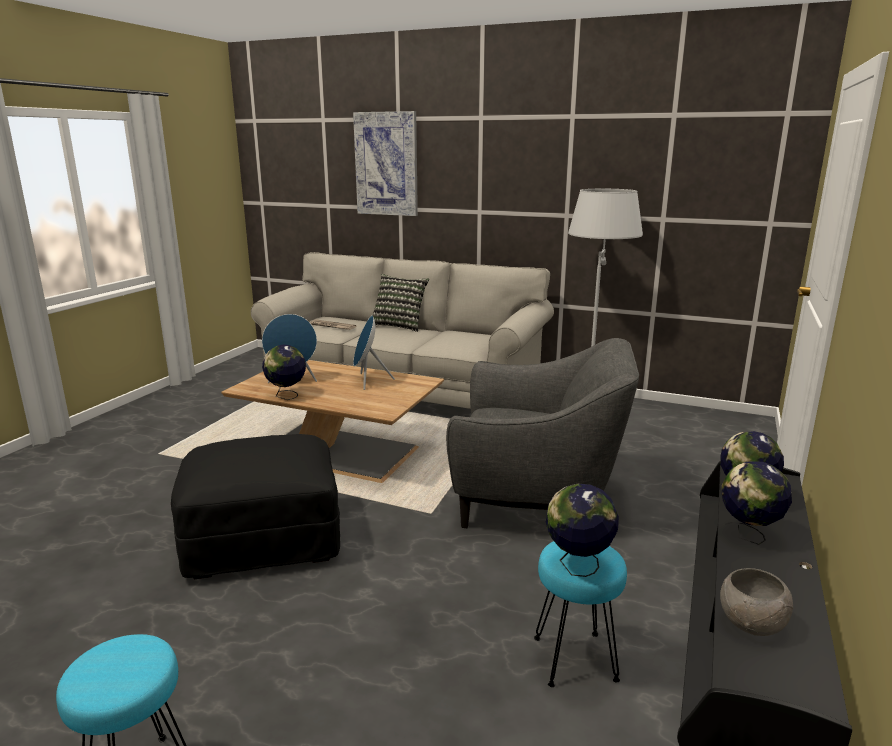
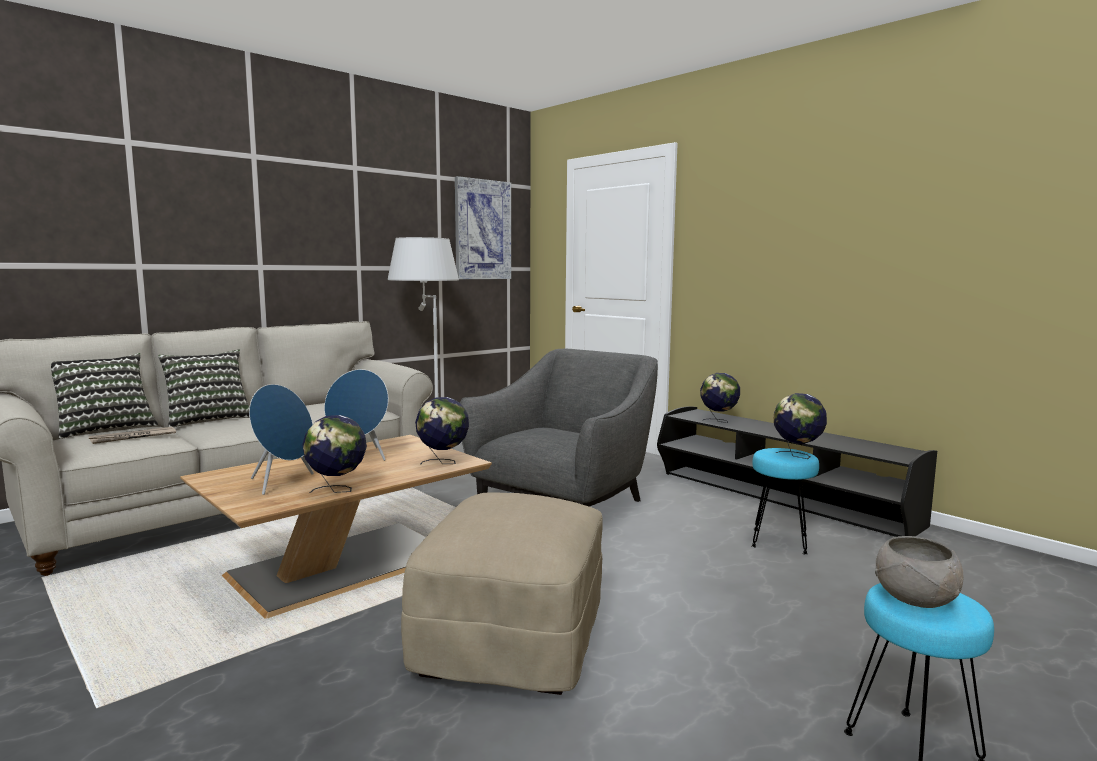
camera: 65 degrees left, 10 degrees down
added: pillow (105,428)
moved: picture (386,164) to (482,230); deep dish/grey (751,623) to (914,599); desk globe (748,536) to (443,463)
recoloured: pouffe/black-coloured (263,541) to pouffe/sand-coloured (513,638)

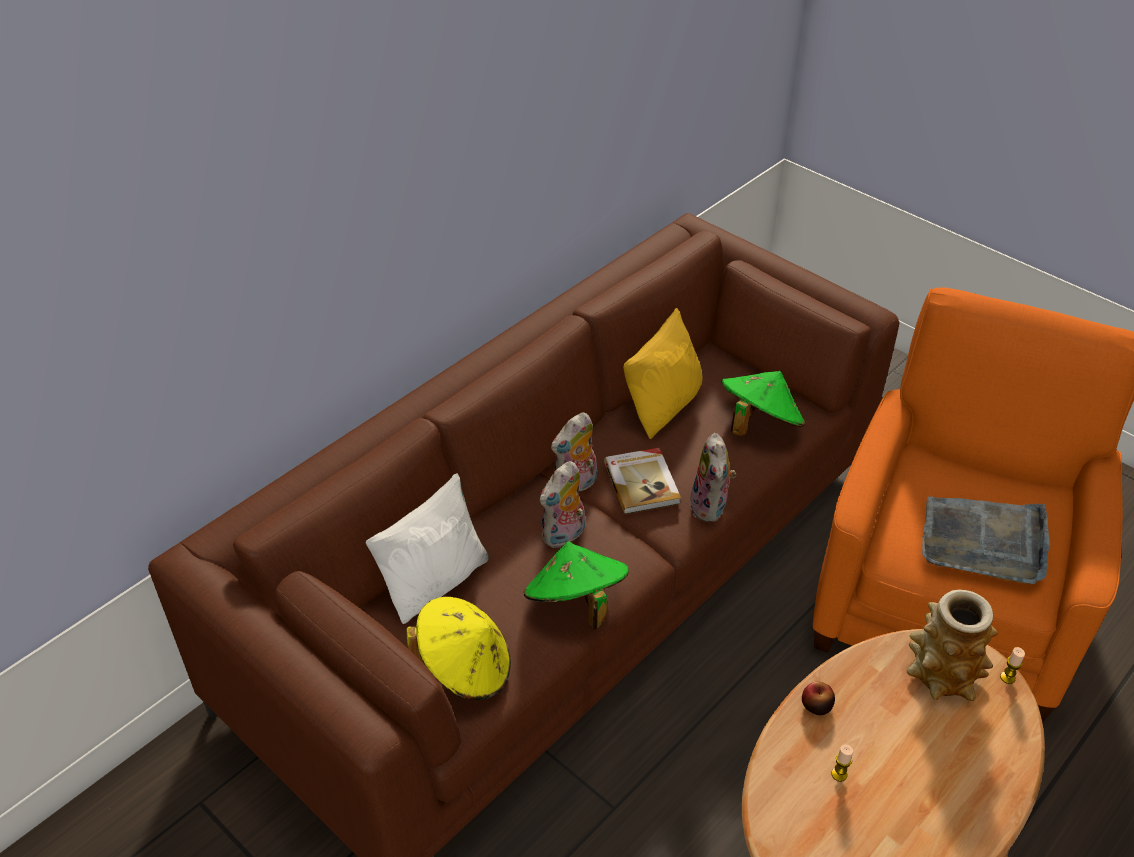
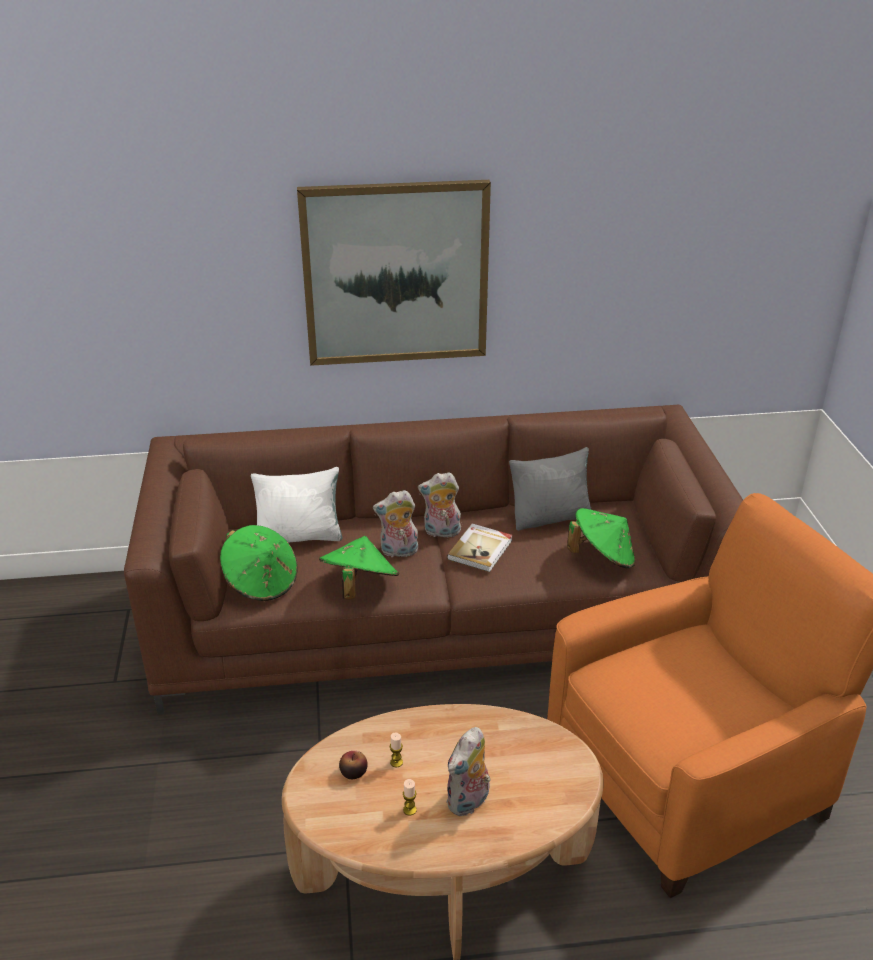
camera: 40 degrees right, 10 degrees down
removed: vase (942,673); tray/grey (983,541)
added: picture (396,274)
moved: plush toy (711,507) to (469,802); apple (816,705) to (353,772); wax candle (1007,677) to (409,810)
recoloured: clothing hat/yellowish (465,668) to clothing hat/green (261,582); pillow/yellowish (663,406) to pillow/grey (550,518)

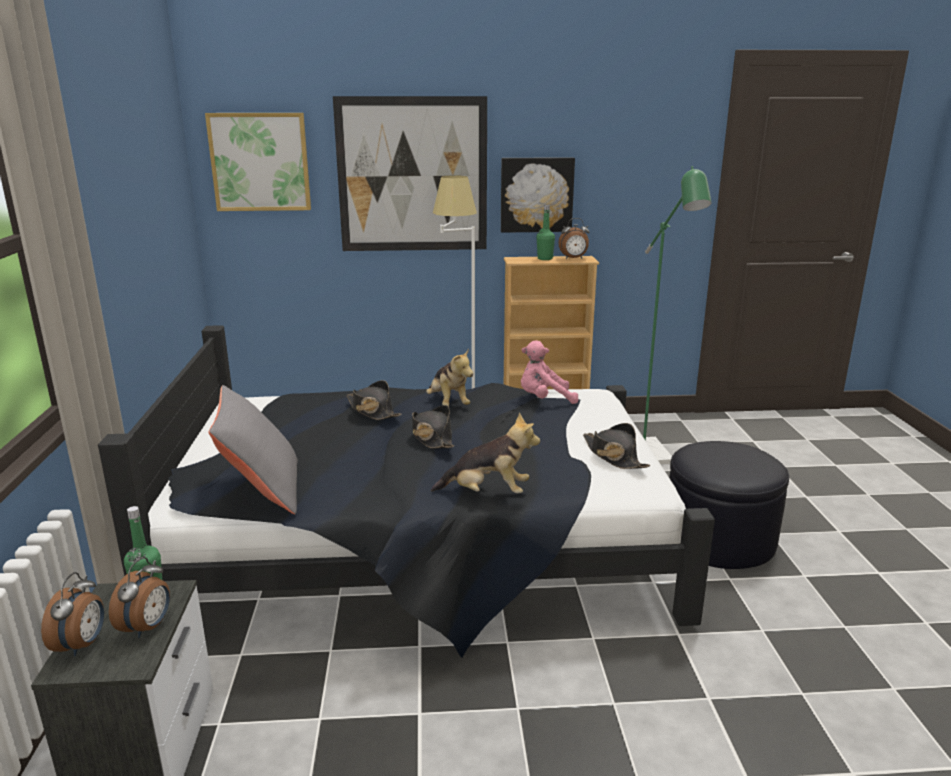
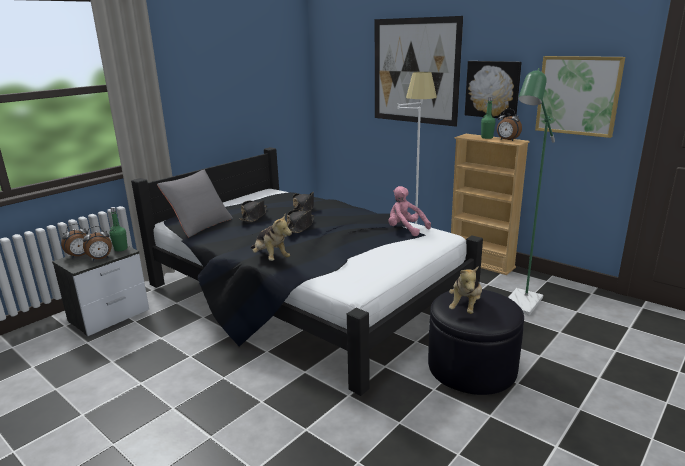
camera: 45 degrees right, 0 degrees up
moved: picture (260,162) to (578,95); plush toy (448,403) to (465,306); clothing hat/black-coloured (613,456) to (254,216)

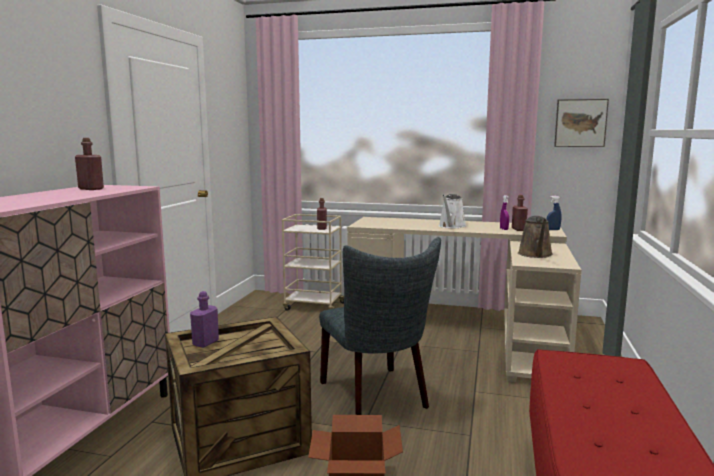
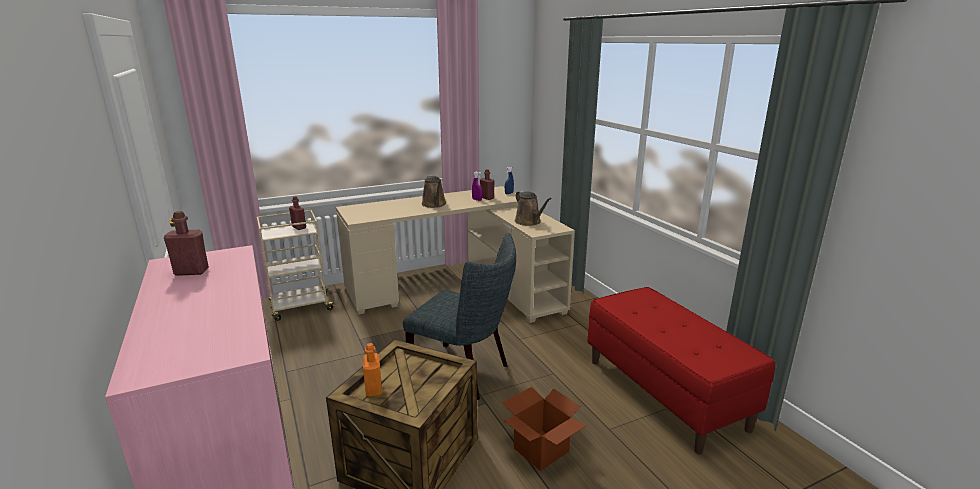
camera: 40 degrees left, 10 degrees up
removed: picture (580,123)
recoloured: drink bottle/purplish (205,343) to drink bottle/orange (373,389); watering can/whitish (451,226) to watering can/brownish (434,204)

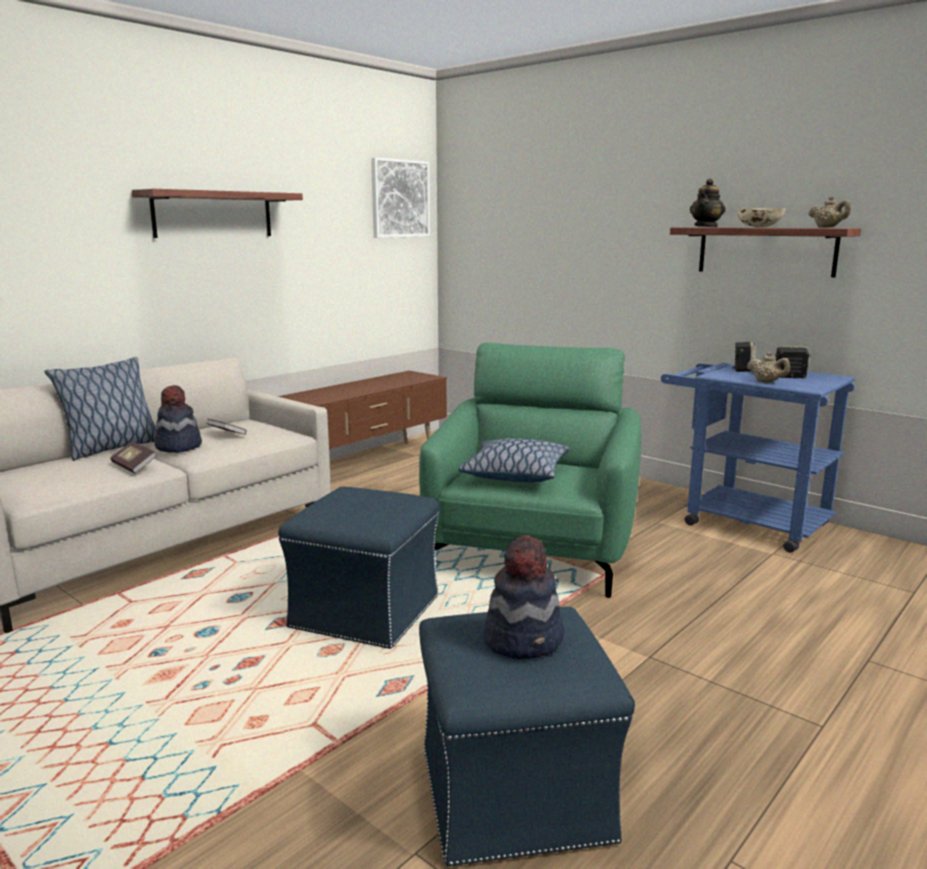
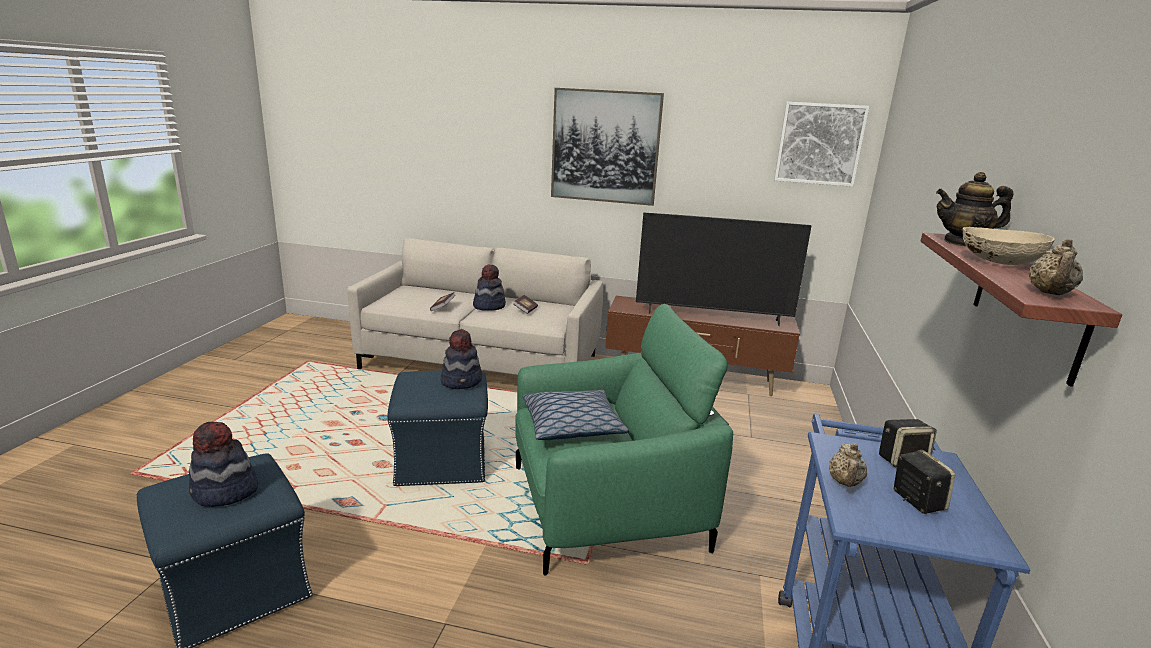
camera: 60 degrees right, 5 degrees up
removed: pillow (111,449)
added: clothing hat (462,381); TV set (712,316)
replaced: shelf (213,214) to picture (605,147)

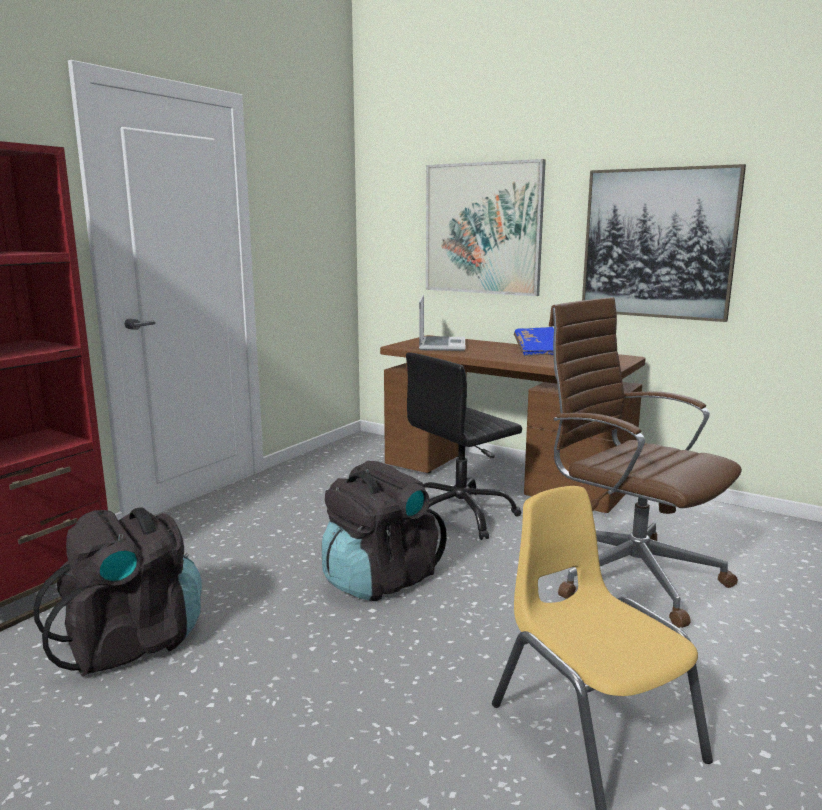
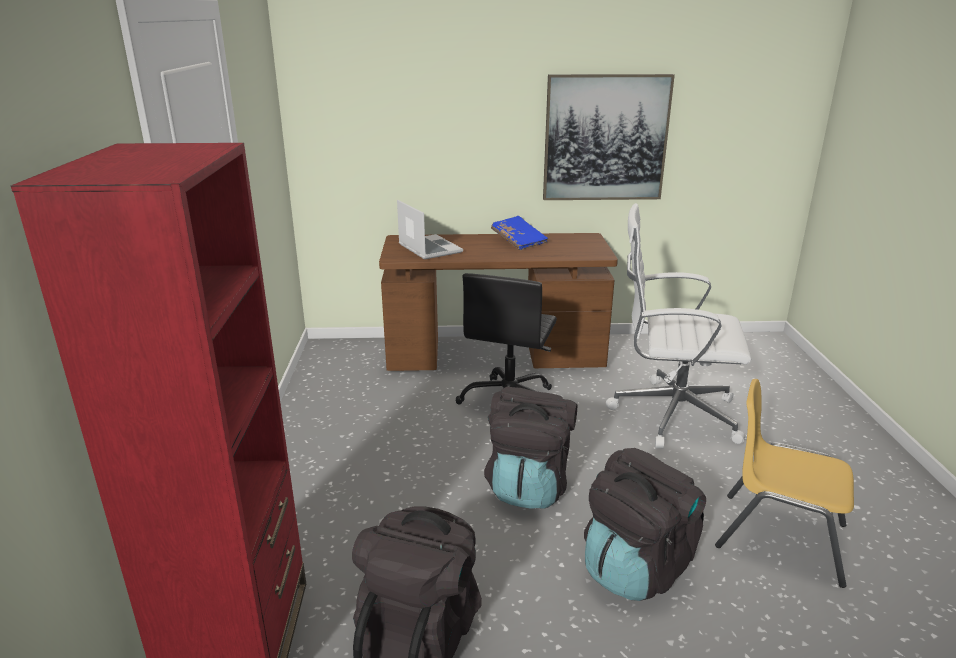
camera: 35 degrees left, 10 degrees up
removed: picture (483,229)
added: backpack/black-coloured (636,567)
recoloured: desk chair/brownish (629,574) to desk chair/whitish (671,414)

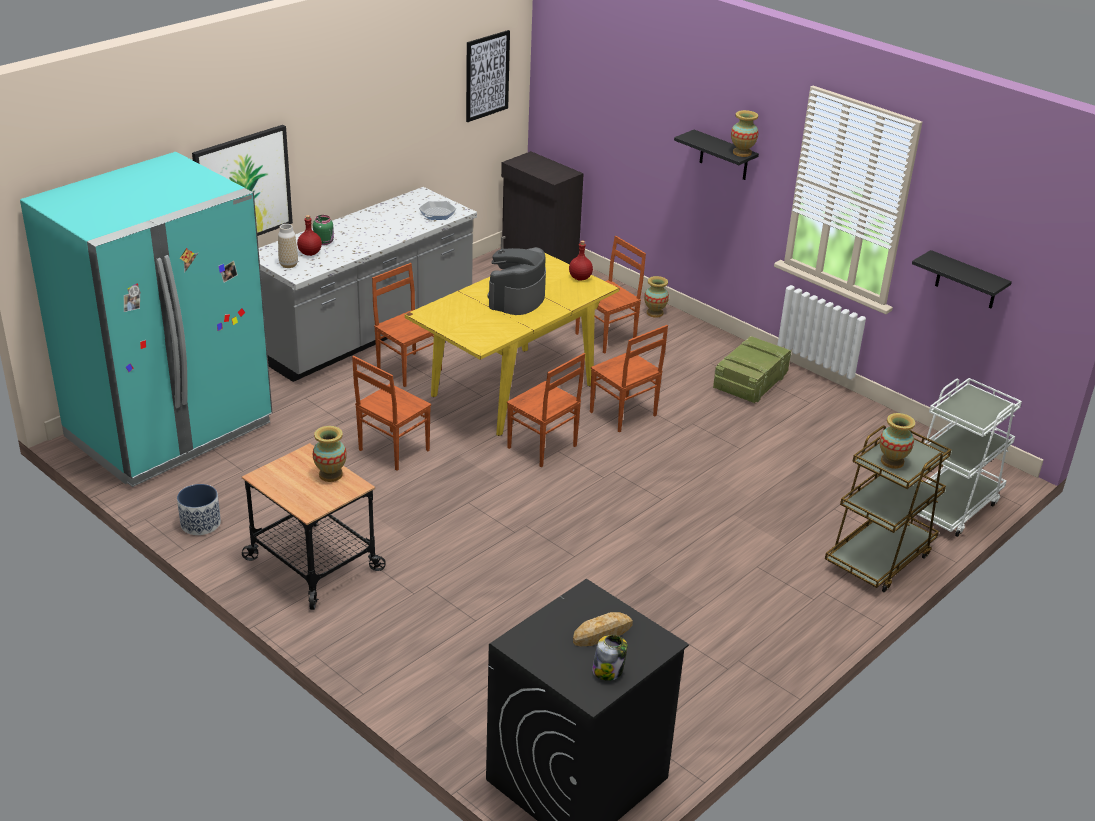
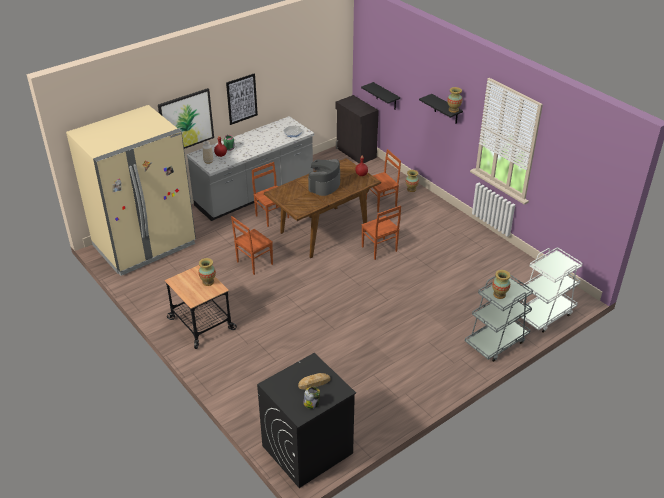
camera: 10 degrees right, 5 degrees up
removed: flower pot (200,523); plain chair/brownish (542,448); packing crate (750,383)
moved: picture (487,76) to (241,99); shelf/black-coloured (966,281) to (386,96)
recoloured: kitchen fridge/turquoise (170,431) to kitchen fridge/sand-coloured (145,245); dinner table/yellowish (511,390) to dinner table/brownish (323,232); trolley/brownish (879,558) to trolley/grey (496,342)

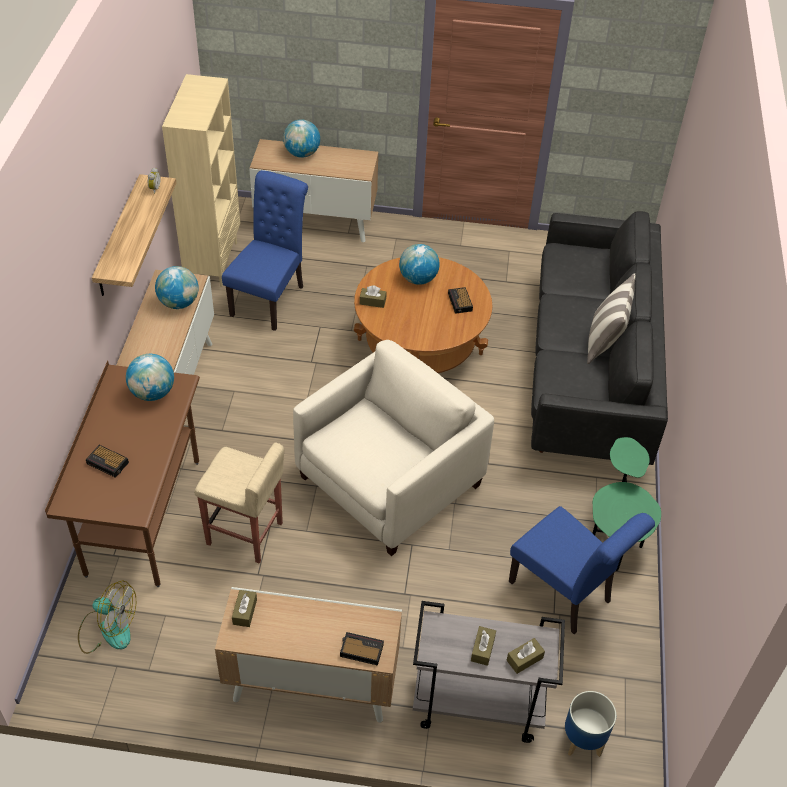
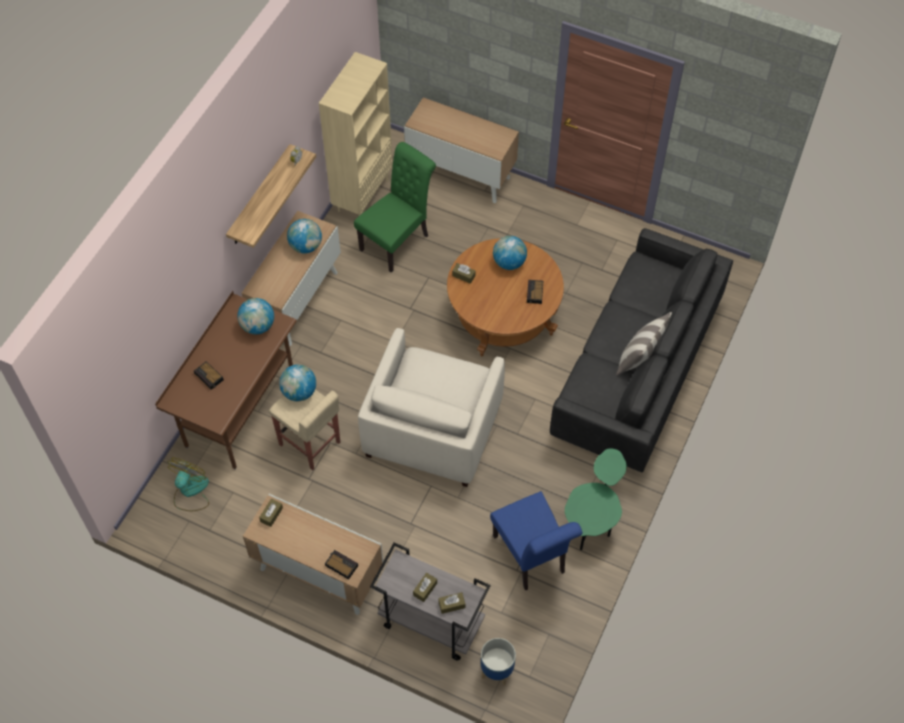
camera: 20 degrees right, 10 degrees up
moved: desk globe (302,153) to (299,392)
recoloured: plain chair/blue-coloured (270,298) to plain chair/green (398,240)
turned: cooling fan (108,629) = (190,492) 105 degrees counterclockwise; easy chair/sand-coloured (389,481) = (433,429) 135 degrees clockwise

